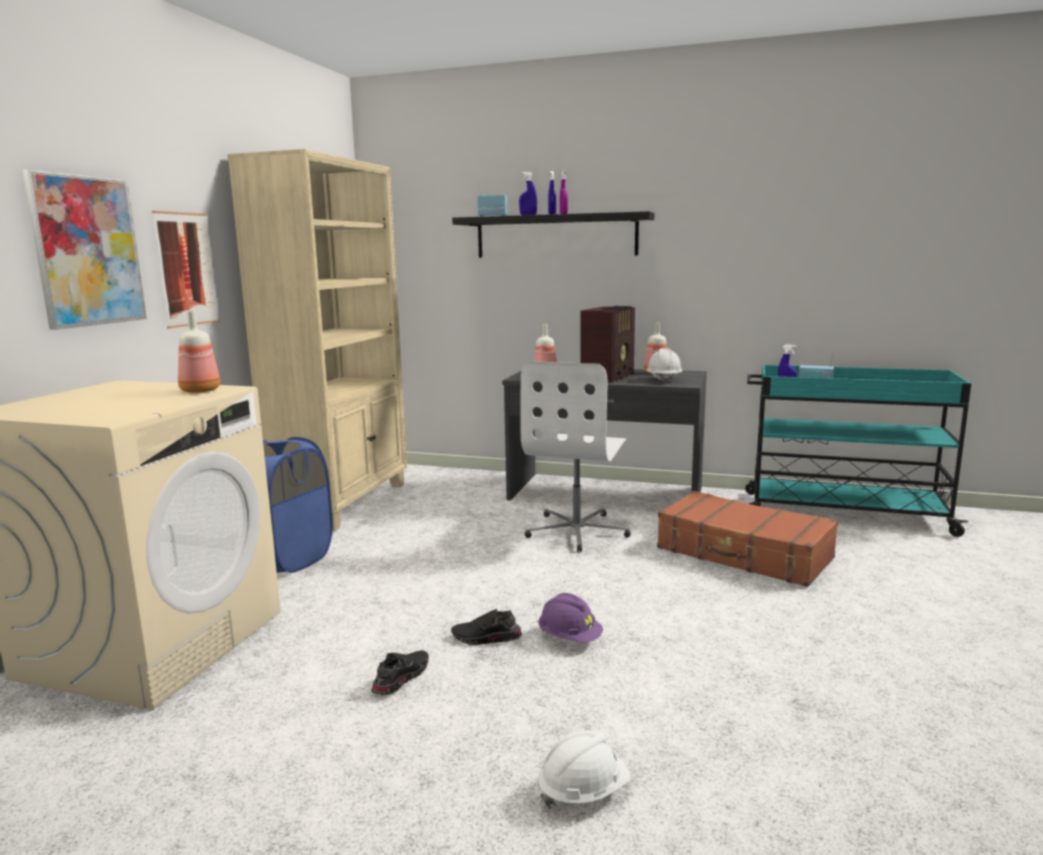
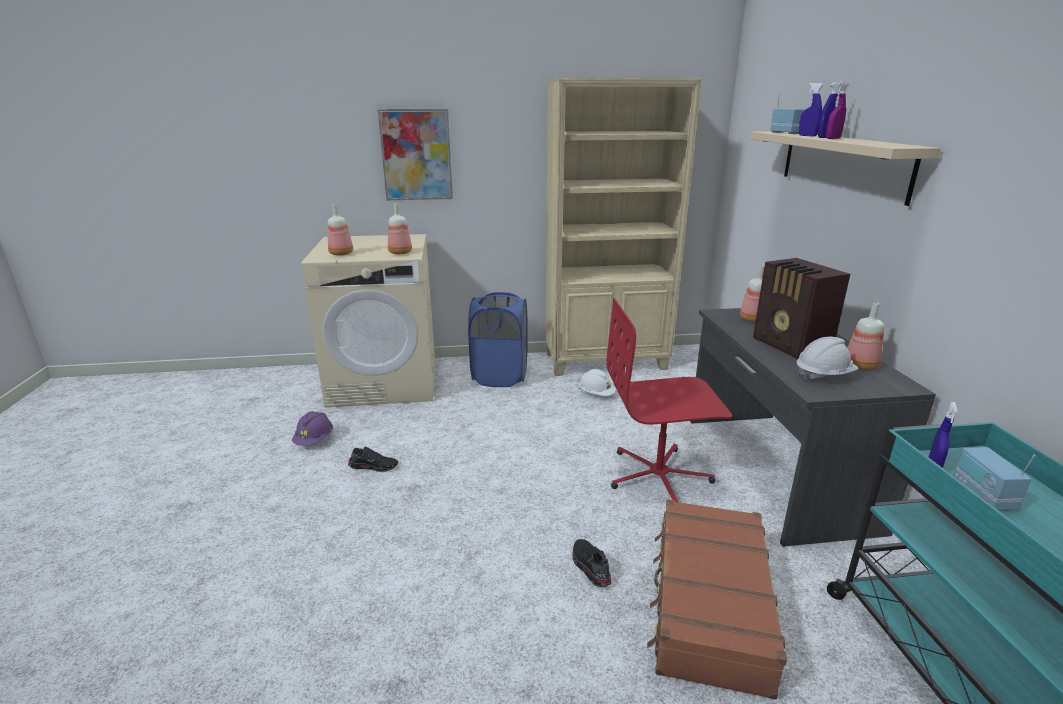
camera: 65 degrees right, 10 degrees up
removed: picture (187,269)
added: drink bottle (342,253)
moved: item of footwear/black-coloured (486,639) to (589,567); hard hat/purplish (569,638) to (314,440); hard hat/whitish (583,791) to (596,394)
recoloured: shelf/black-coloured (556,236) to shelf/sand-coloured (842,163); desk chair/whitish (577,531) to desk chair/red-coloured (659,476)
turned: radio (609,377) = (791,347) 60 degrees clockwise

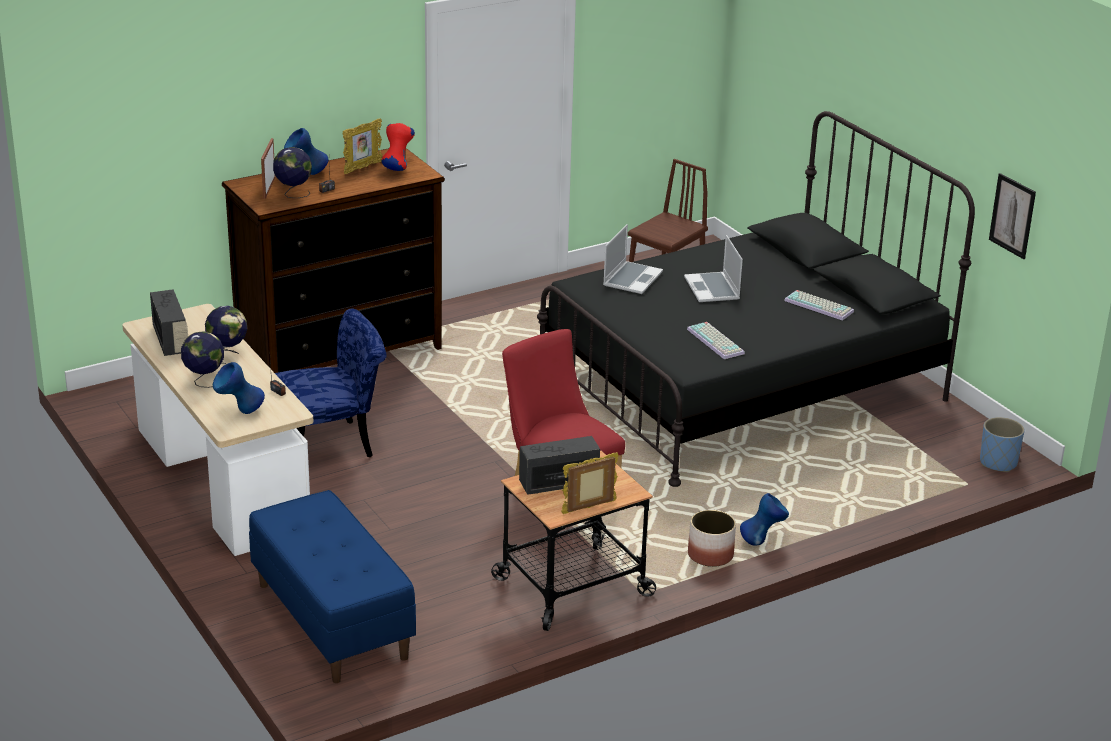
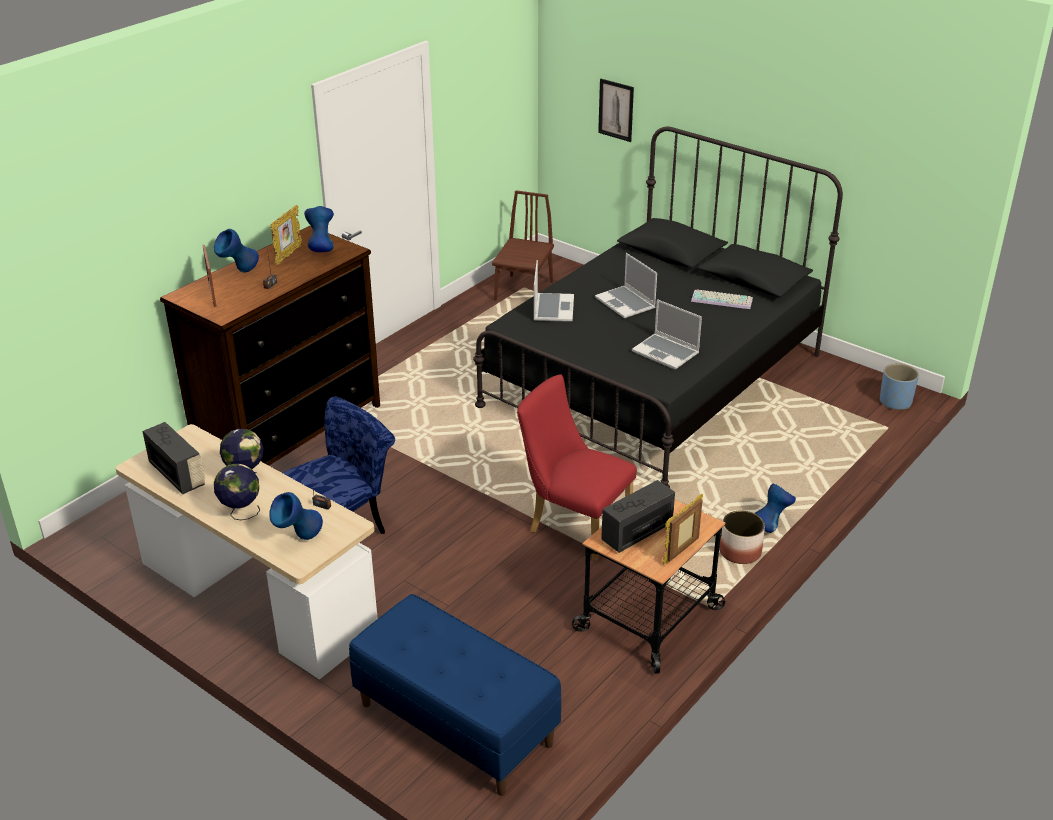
camera: 20 degrees left, 5 degrees up
removed: desk globe (293,194)
moved: picture (1012,216) to (616,110)
replaced: computer keyboard (717,341) to laptop (666,353)
recoloured: vase/red-coloured (397,168) to vase/blue-coloured (321,249)

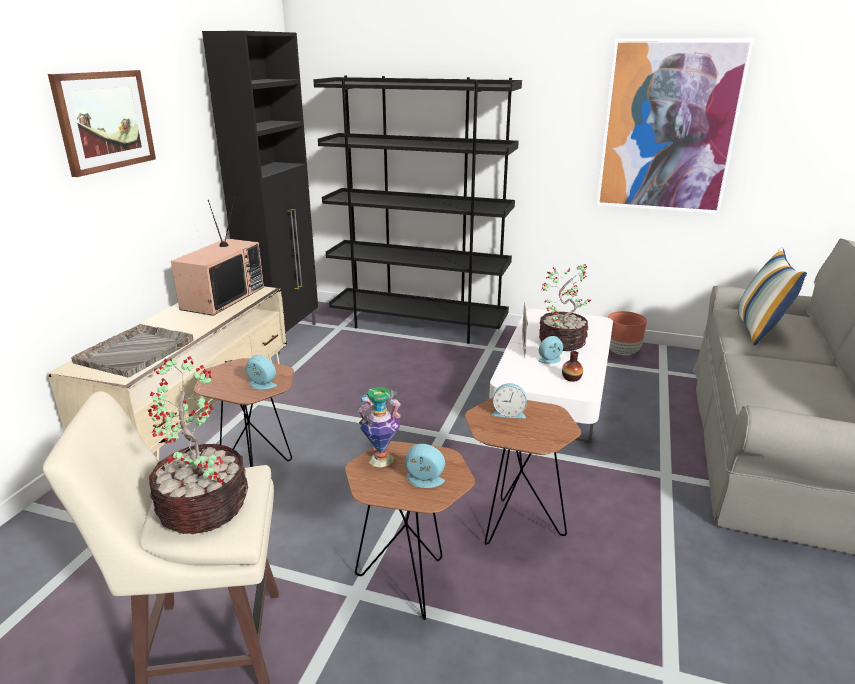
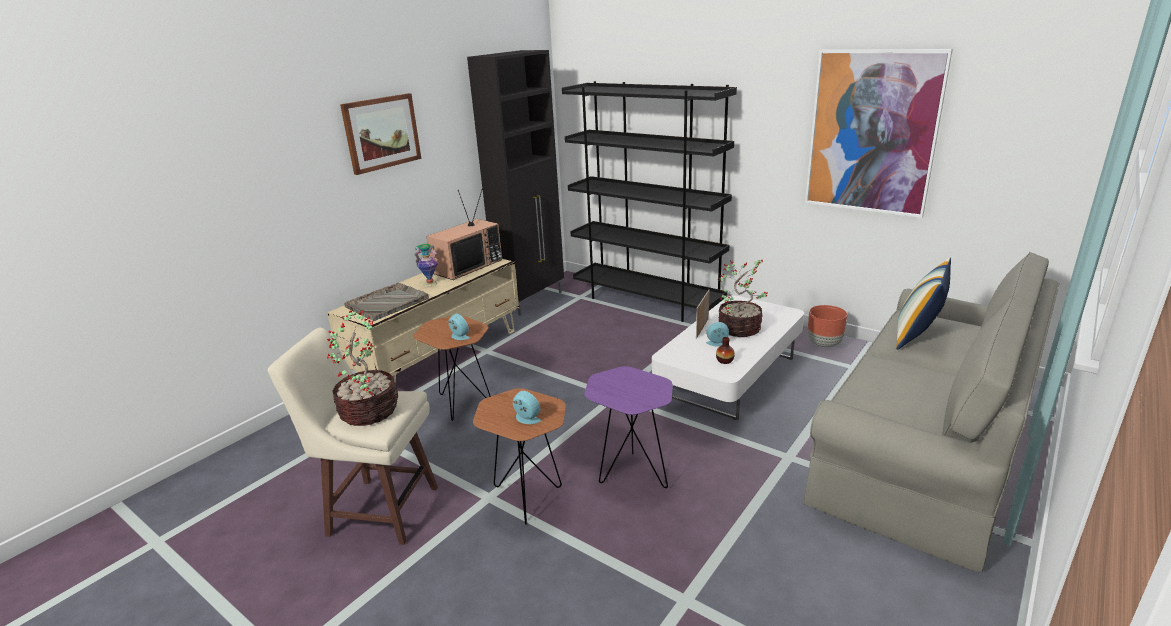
camera: 20 degrees right, 0 degrees up
removed: bedside clock (509,413)
moved: vase (381,460) to (430,284)
recoloured: accent table/brownish (514,525) to accent table/purplish (630,473)

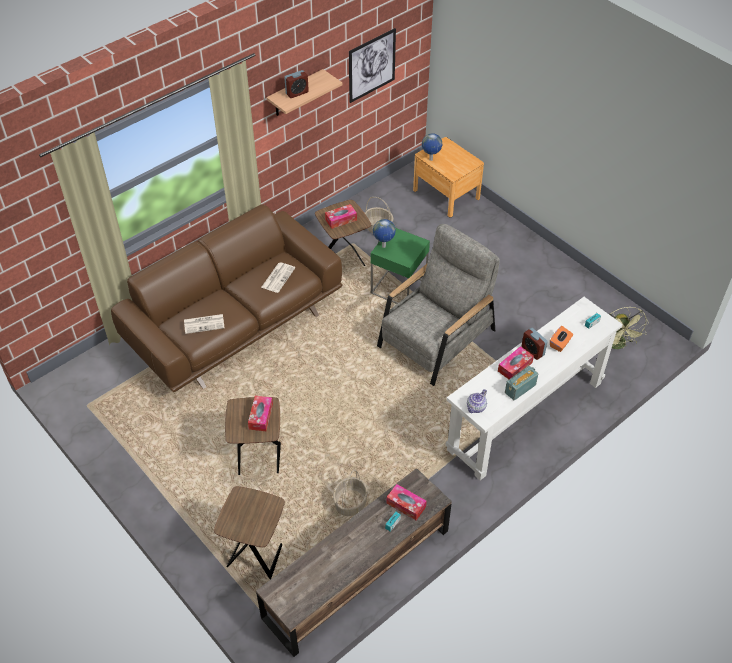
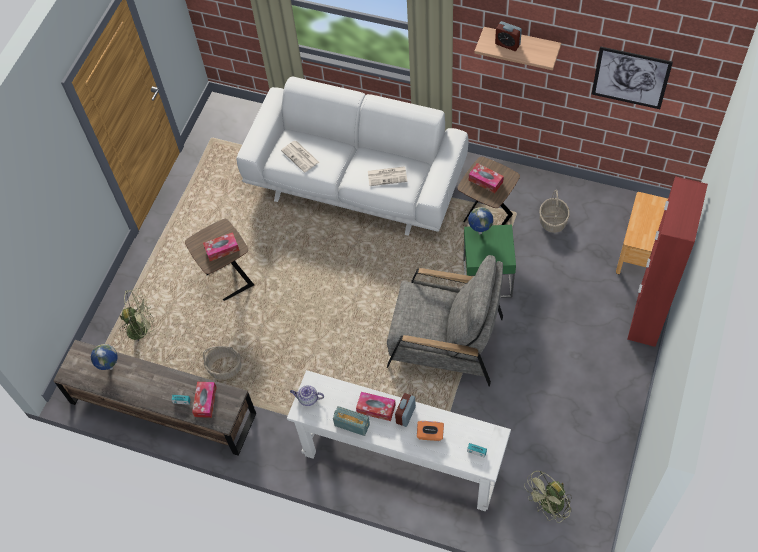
camera: 65 degrees right, 10 degrees up
added: cabinet/red-coloured (647,316)
moved: desk globe (431,160) to (110,368)
replaced: accent table/brownish (255,554) to cooling fan/green (142,328)
recoloured: sofa/brownish (235,323) to sofa/whitish (357,181)

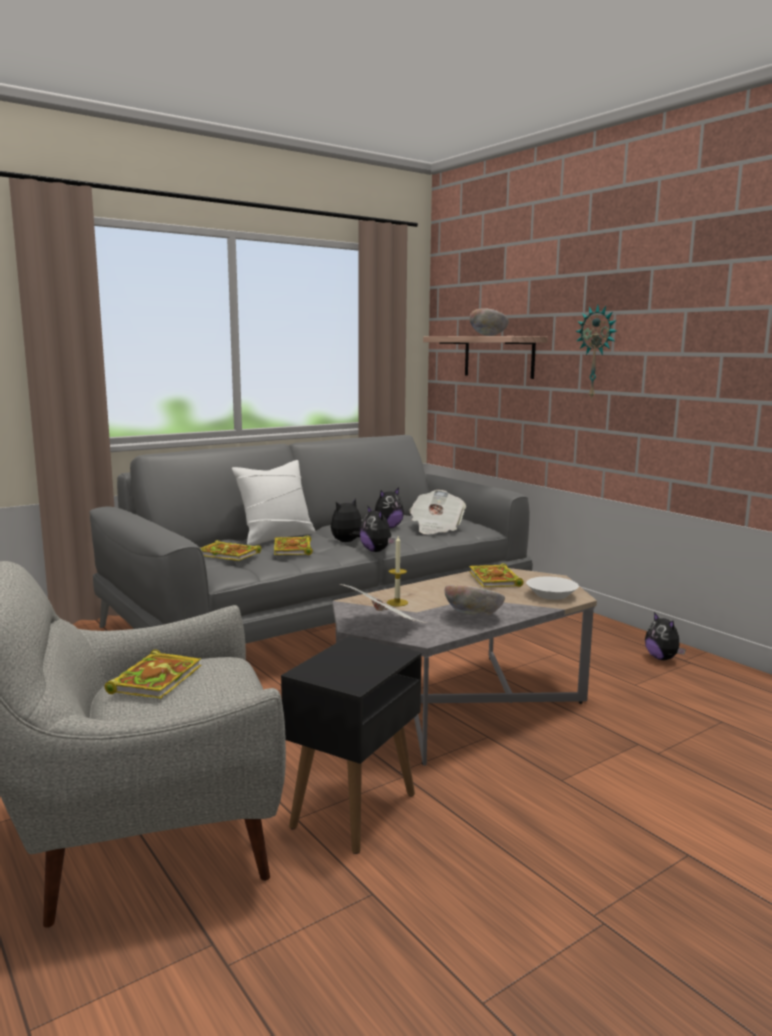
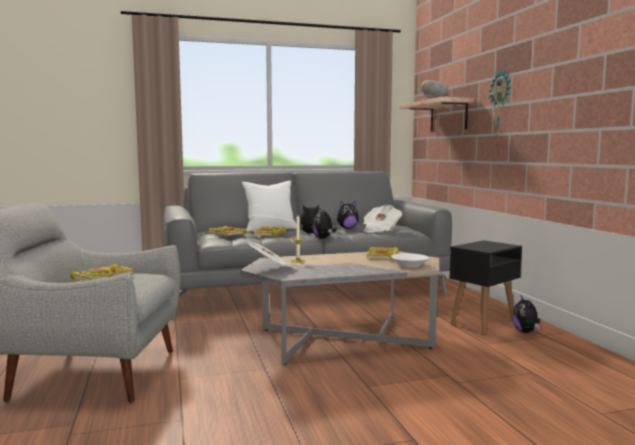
camera: 20 degrees right, 5 degrees down
removed: deep dish (472,616)
moved: accent table/black-coloured (353,811) to (482,323)

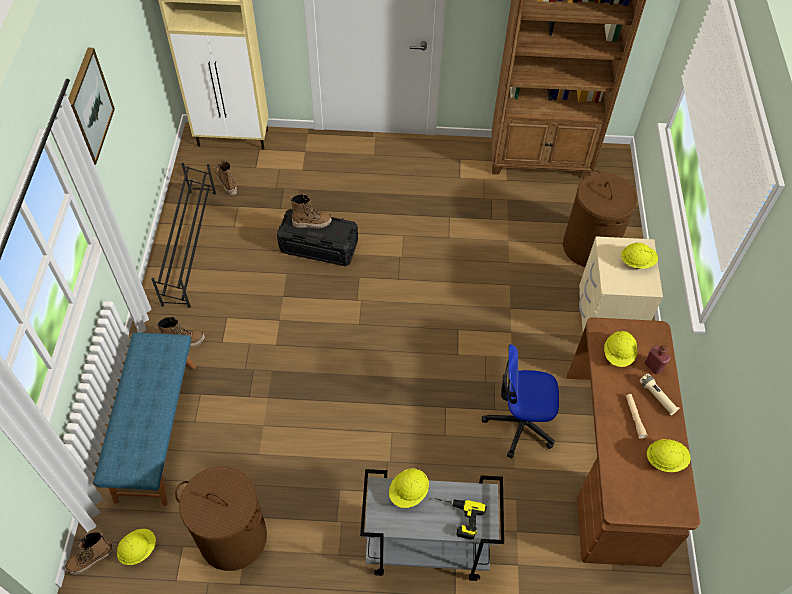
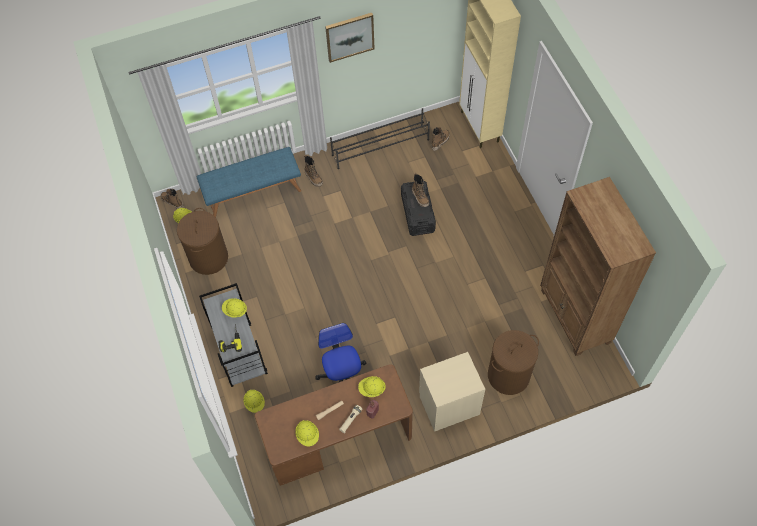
camera: 70 degrees right, 5 degrees up
moved: hard hat/yellowish (637,262) to (255,403)

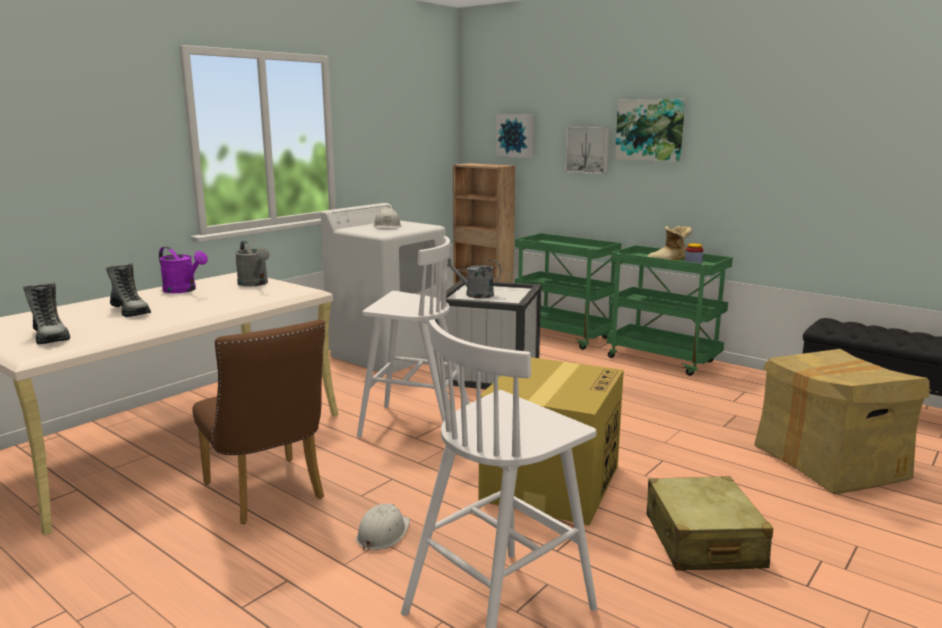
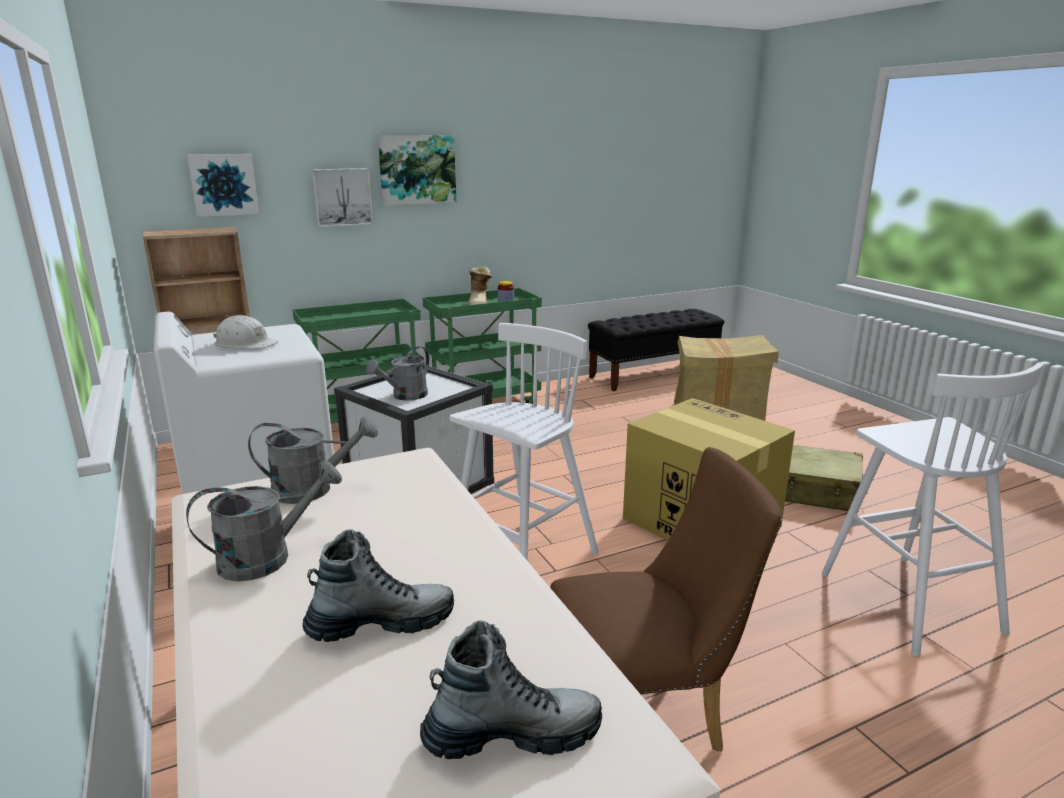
camera: 65 degrees left, 5 degrees up
removed: hard hat/whitish (382,533)
recoloured: watering can/purplish (184,290) to watering can/grey (268,557)

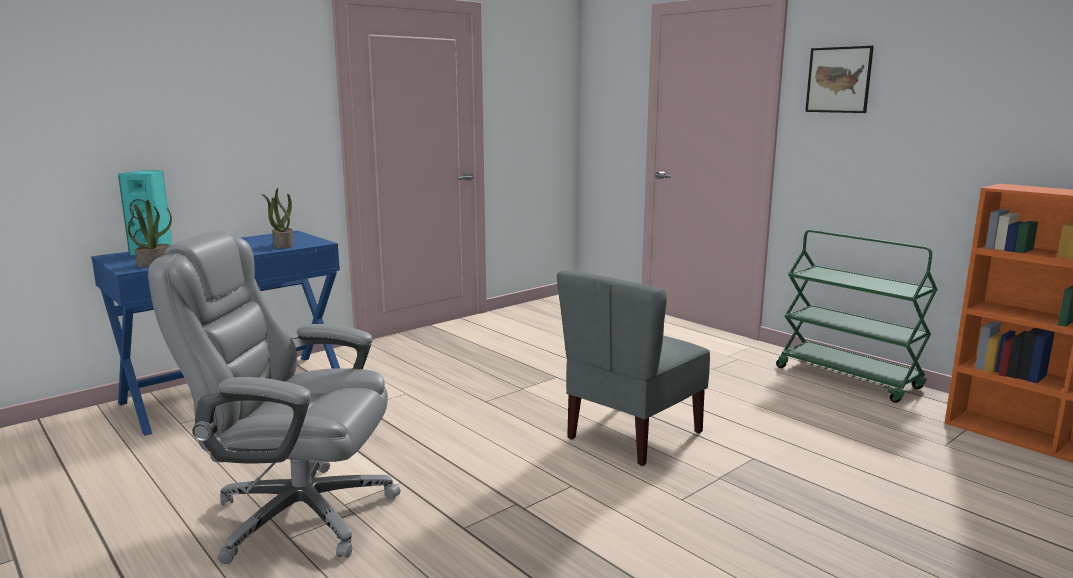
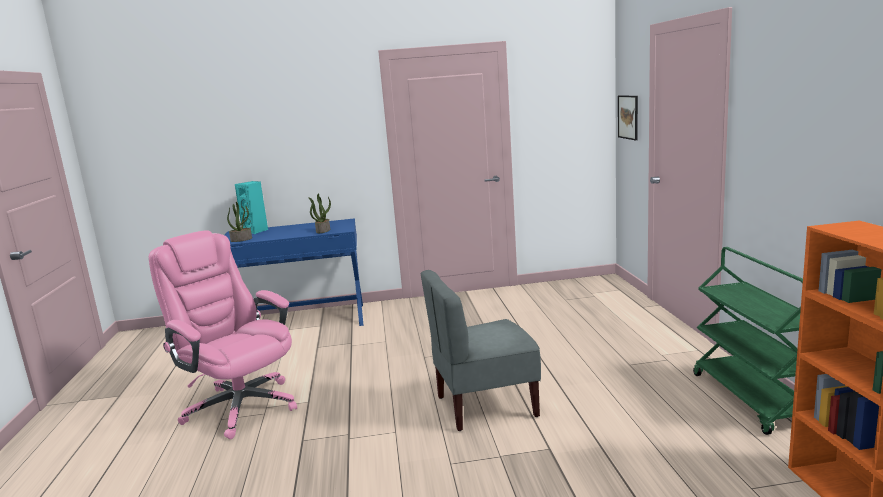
camera: 35 degrees right, 0 degrees up
moved: picture (838,80) to (628,117)
recoloured: desk chair/grey (298,514) to desk chair/pink (240,406)

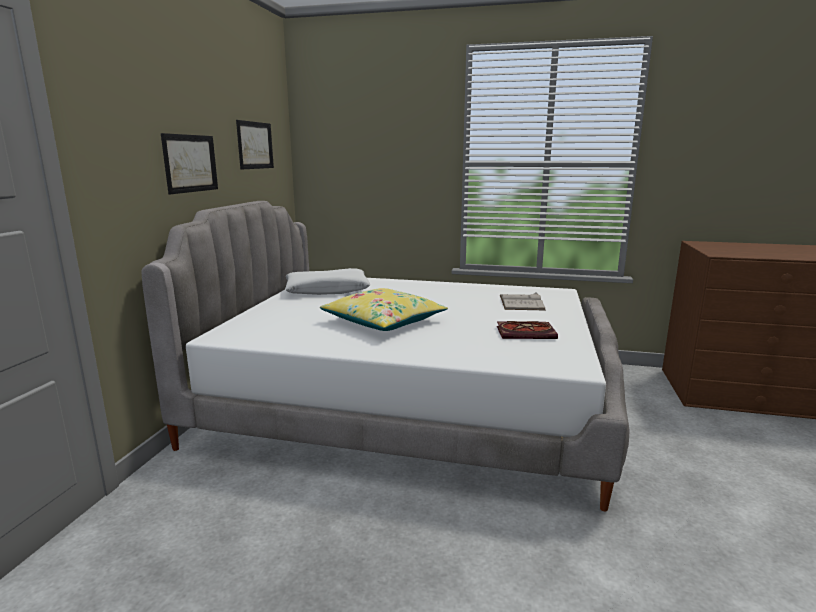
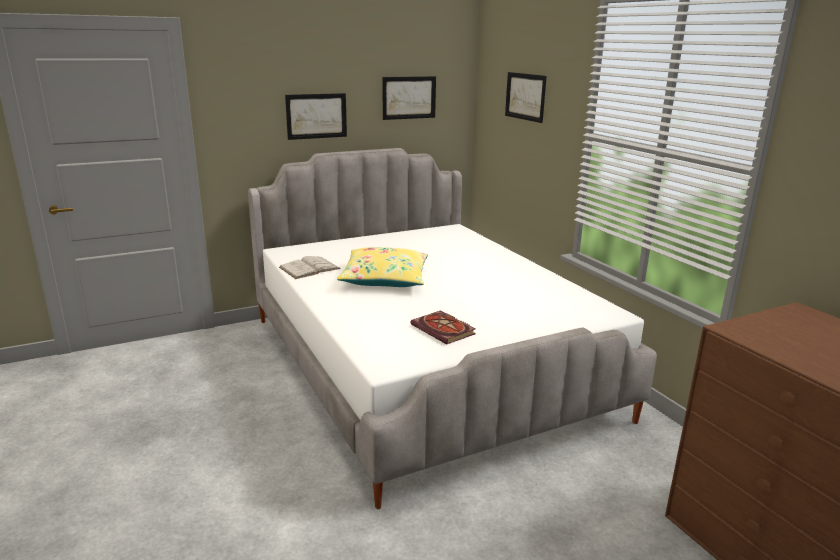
camera: 50 degrees right, 5 degrees up
removed: pillow/whitish (327,290)
added: picture (525,96)
moved: bound book/whitish (521,302) to (309,268)

